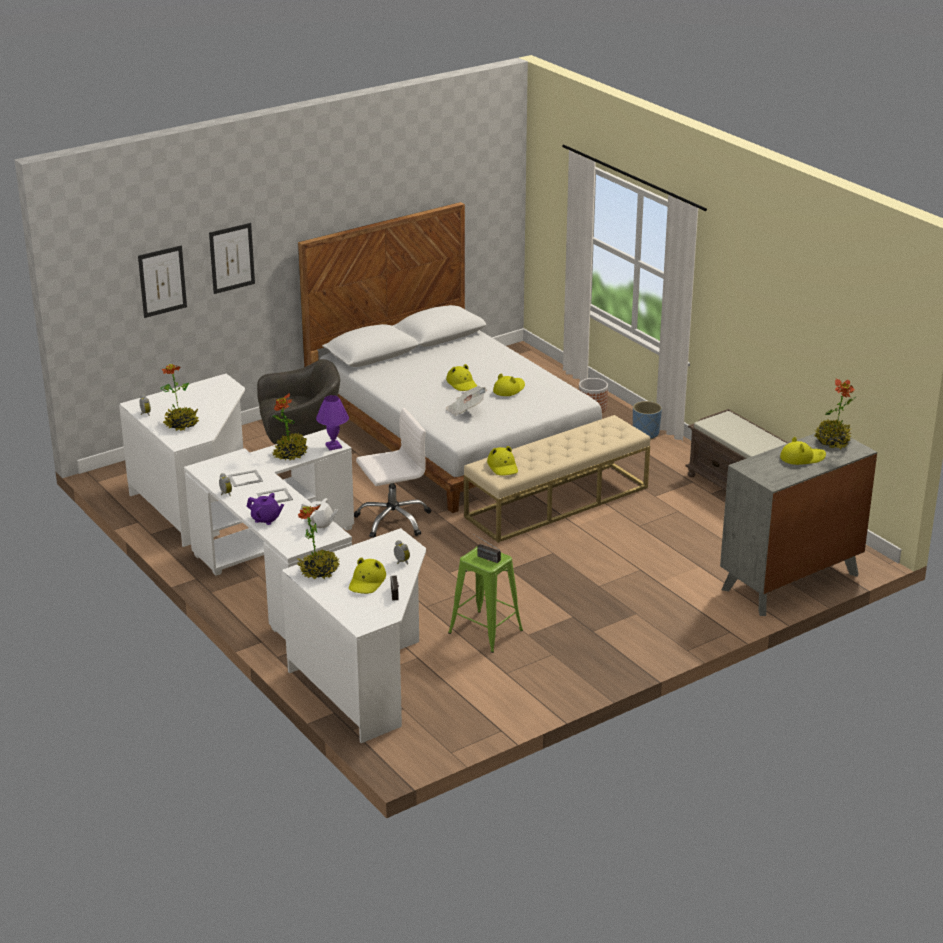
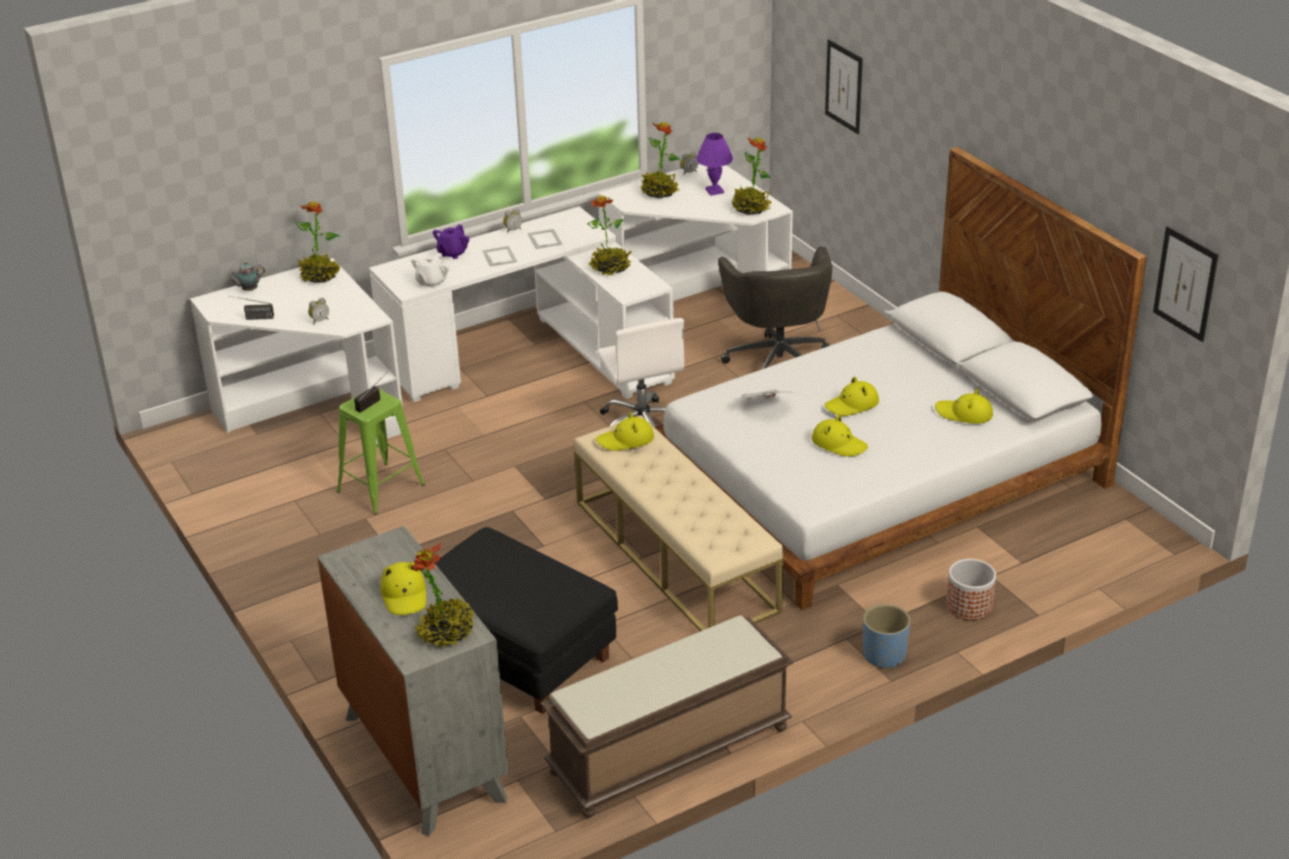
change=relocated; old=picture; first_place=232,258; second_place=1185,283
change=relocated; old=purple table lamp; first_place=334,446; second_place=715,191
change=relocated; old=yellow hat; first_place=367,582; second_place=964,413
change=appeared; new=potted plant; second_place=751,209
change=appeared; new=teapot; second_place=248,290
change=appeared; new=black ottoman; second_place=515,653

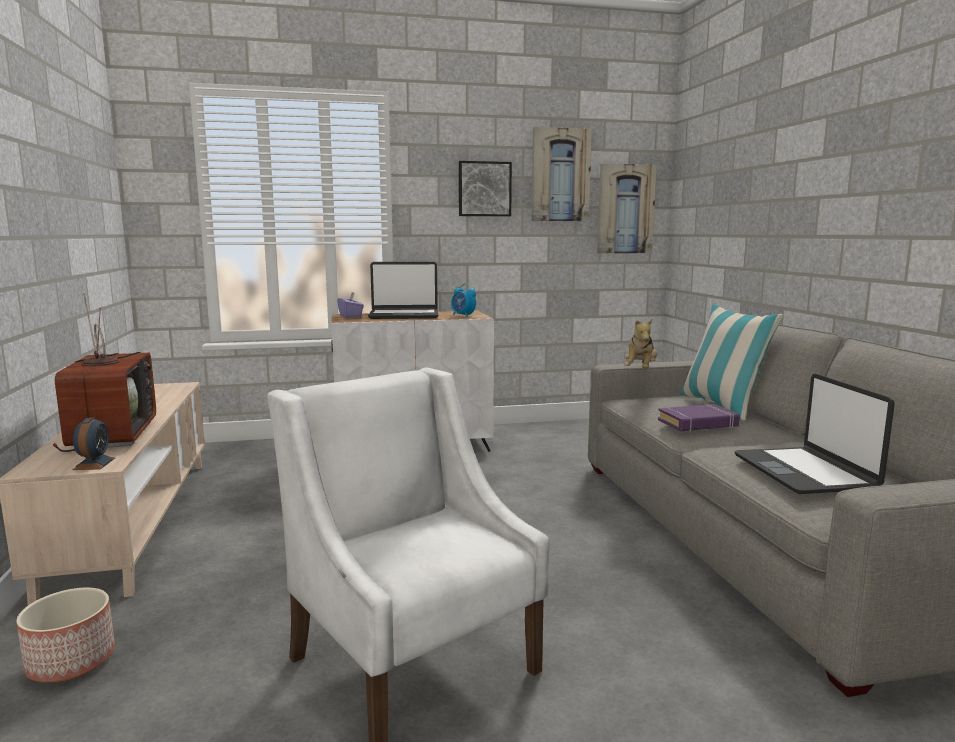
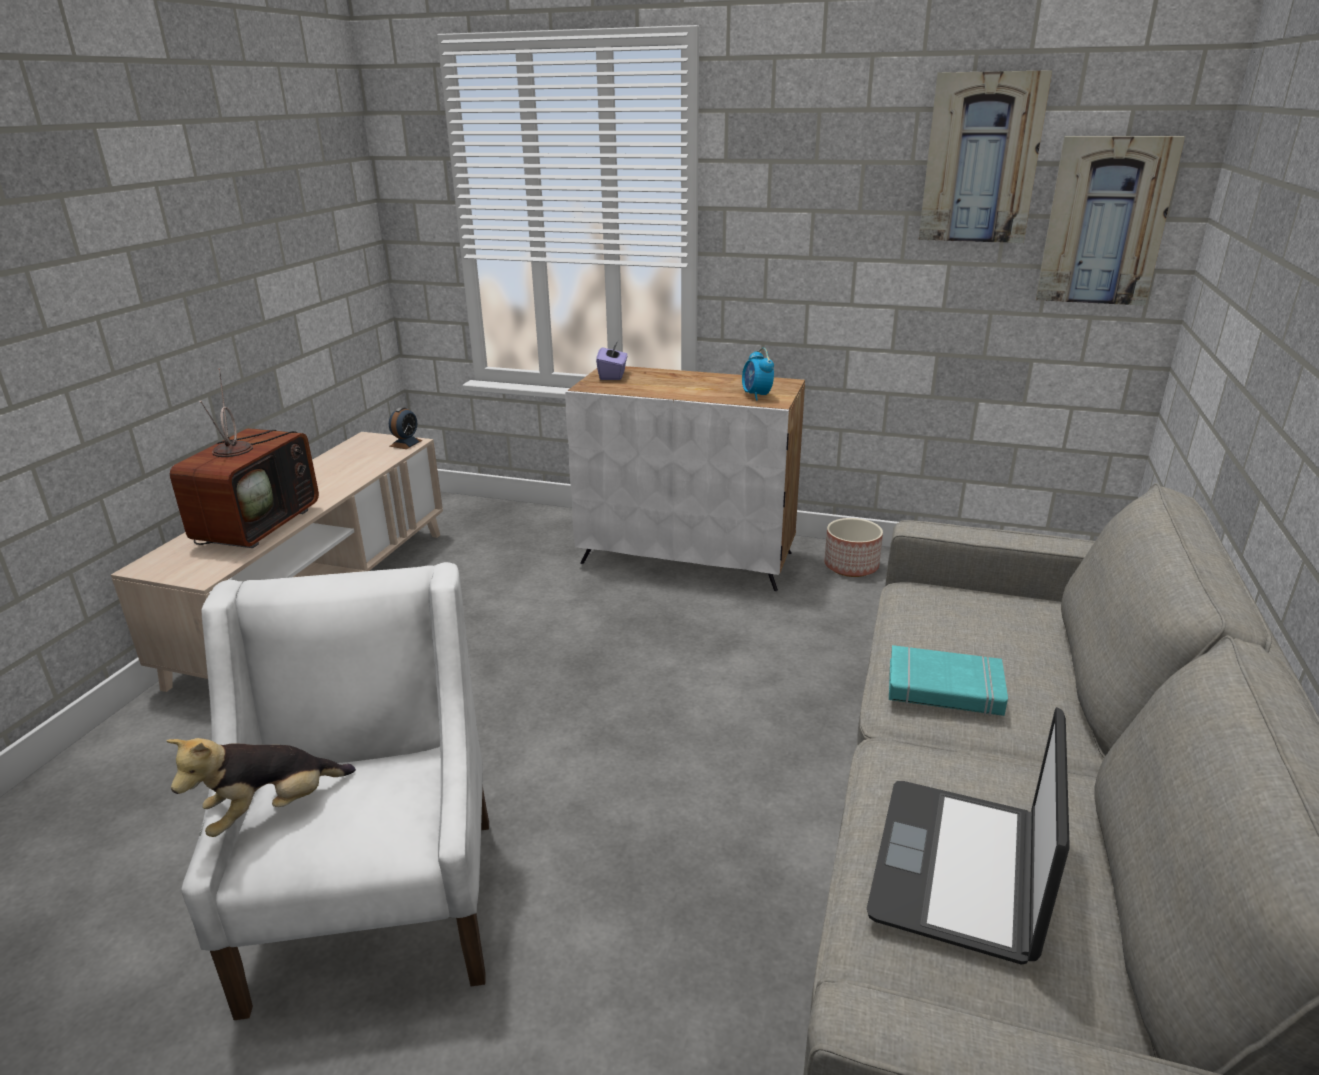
change=missing; old=picture; first_place=484,189
change=missing; old=laptop; first_place=404,315
change=missing; old=pillow; first_place=722,406
change=relocated; old=plush toy; first_place=641,370; second_place=272,810
change=colour; old=purple book; new=turquoise book; first_place=698,423; second_place=944,688
change=relocated; old=alarm clock; first_place=94,464; second_place=406,443
change=relocated; old=planter; first_place=70,661; second_place=850,566

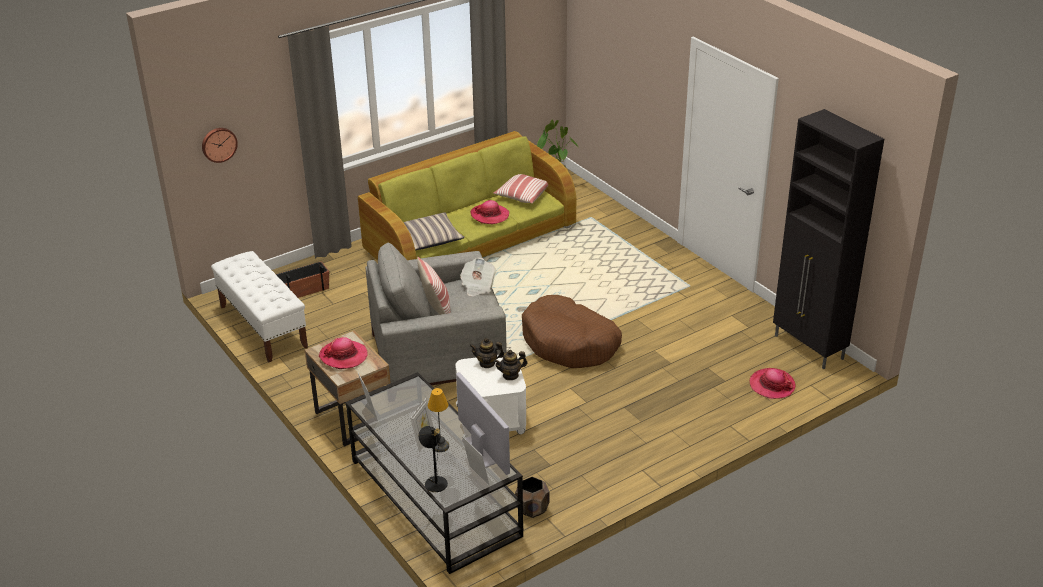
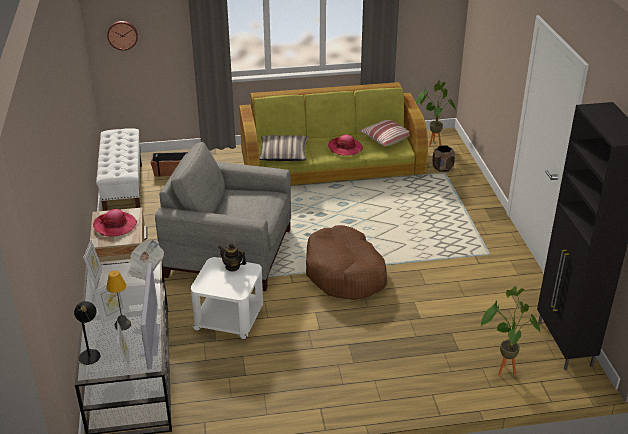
change=missing; old=pillow; first_place=436,308
change=relocated; old=newspaper; first_place=477,286; second_place=145,268
change=missing; old=teapot; first_place=510,375
change=exchanged; old=hat; new=potted plant; first_place=772,385; second_place=501,369
change=relocated; old=brown planter; first_place=532,509; second_place=442,168

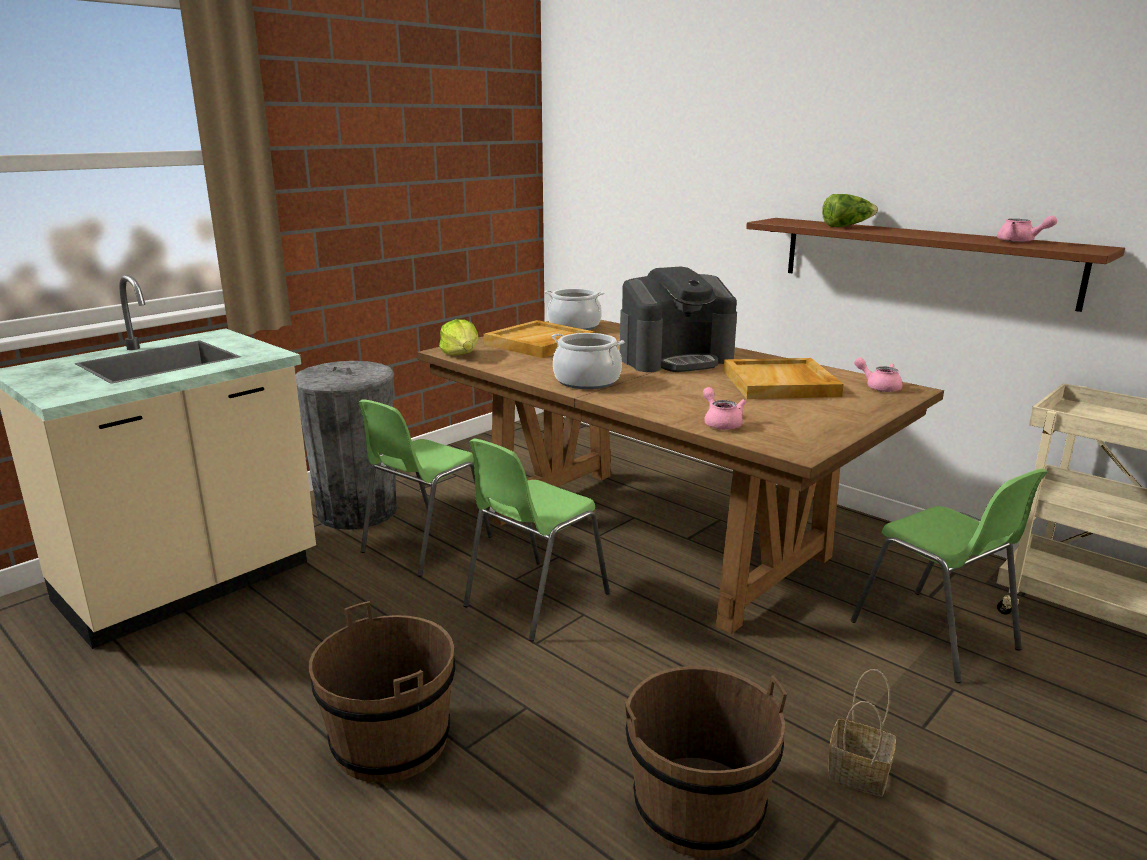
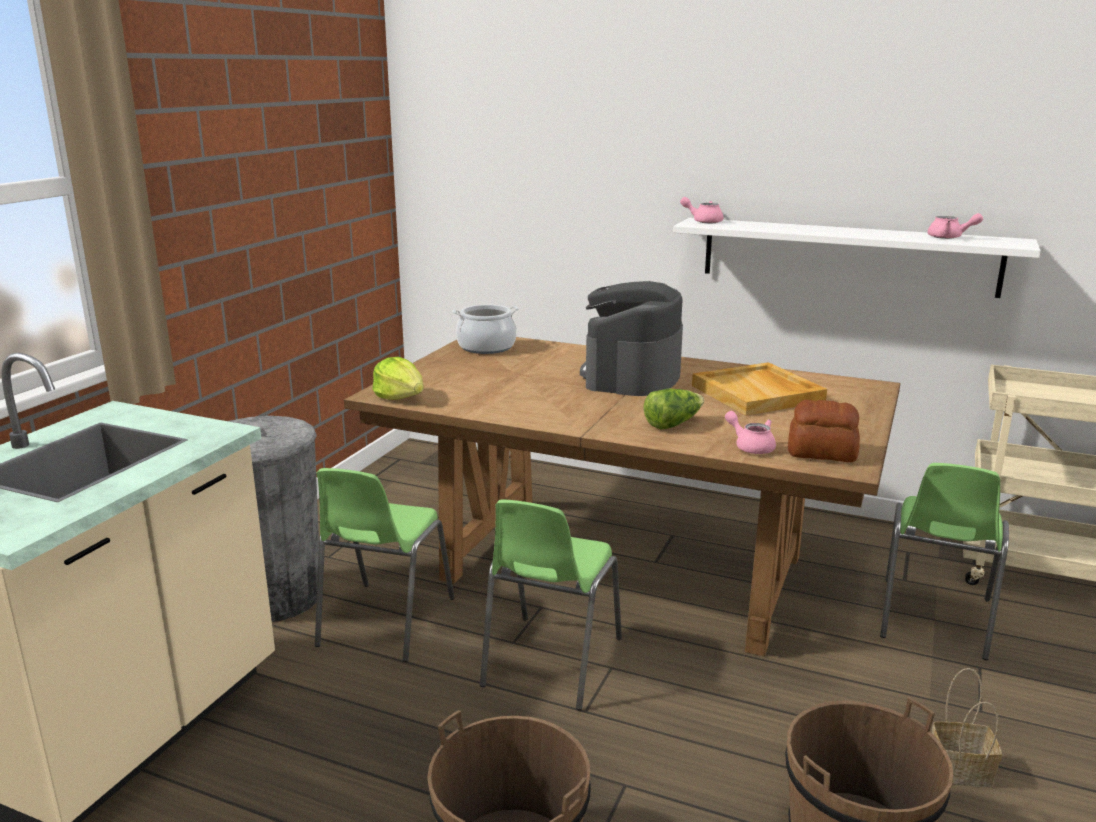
change=relocated; old=lettuce; first_place=847,226; second_place=673,424
change=colour; old=brown shelf; new=white shelf; first_place=923,260; second_place=847,256
change=spun; old=coffee machine; first_place=676,359; second_place=631,376; degrees=150
change=missing; old=beige tray; first_place=539,343
change=missing; old=cooking pot; first_place=587,381
change=relocated; old=pink teapot; first_place=879,387; second_place=703,221
change=spun; old=green chair; first_place=935,636; second_place=933,618; degrees=75
change=appeared; new=bread; second_place=822,453

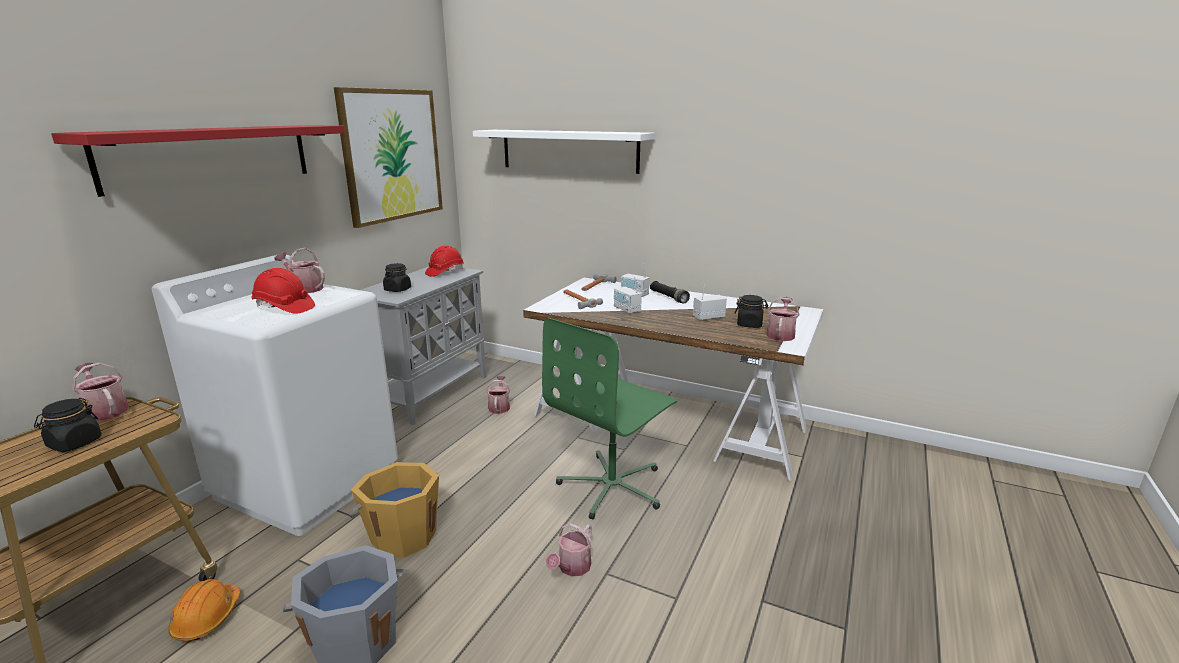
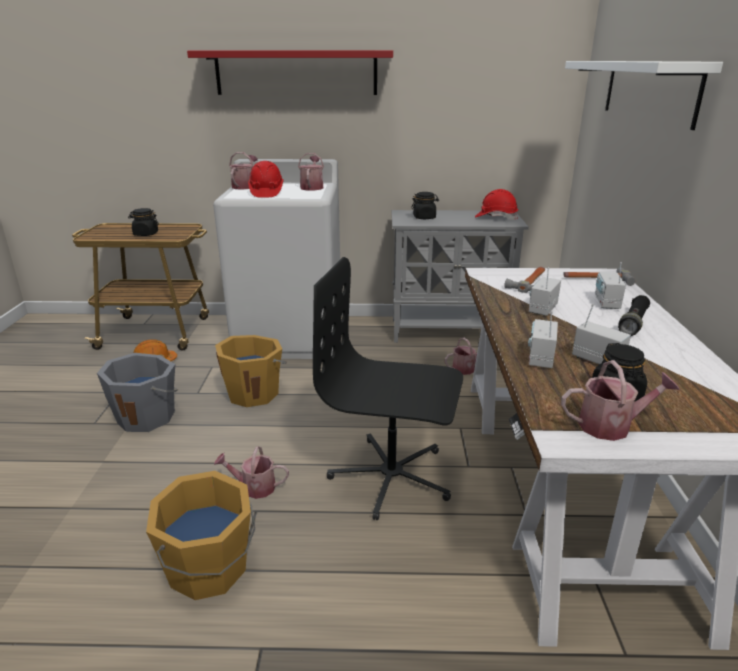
change=missing; old=picture; first_place=392,155
change=colour; old=green office chair; new=black office chair; first_place=613,486; second_place=391,477
change=relocated; old=watering can; first_place=105,410; second_place=245,186
change=appeared; new=radio; second_place=540,358
change=appeared; new=orange bucket; second_place=210,568

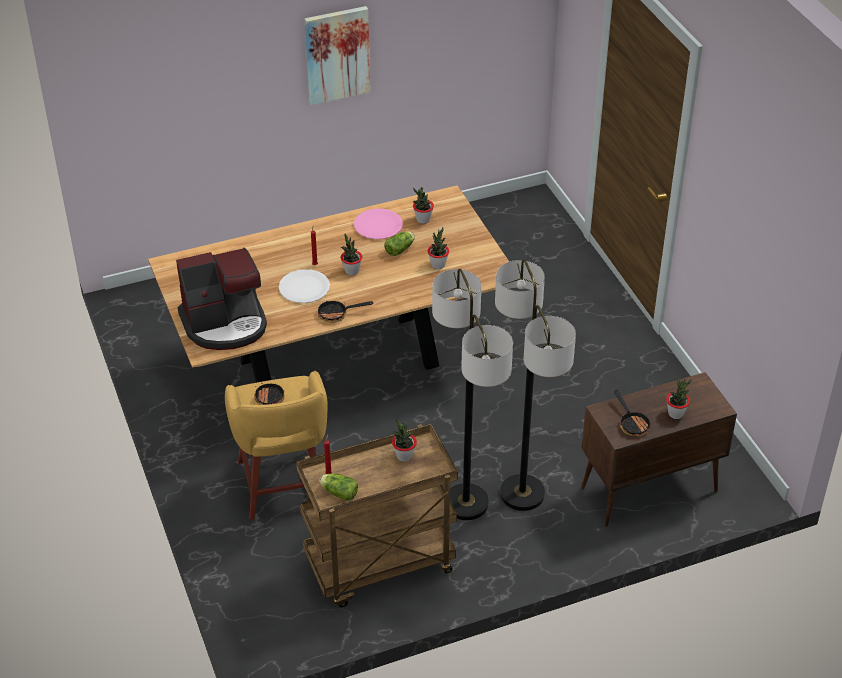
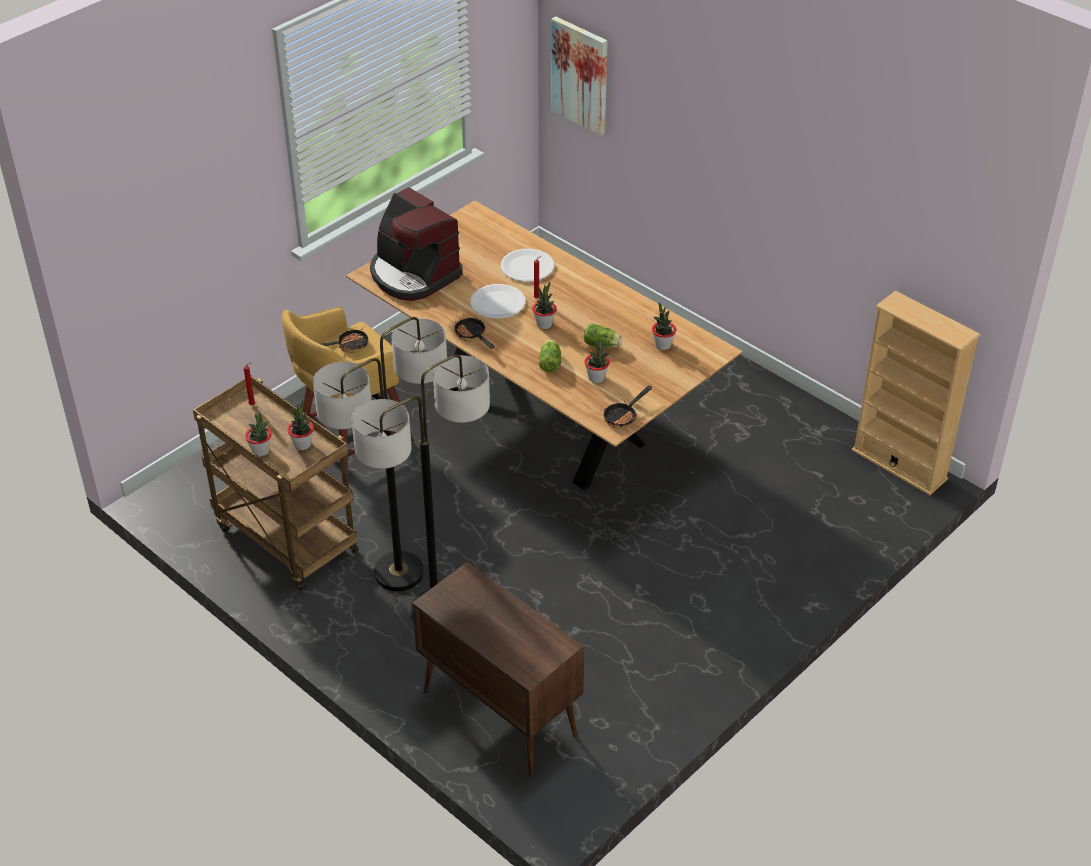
change=relocated; old=picture; first_place=337,54; second_place=580,75
change=missing; old=pink plate; first_place=378,225
change=relocated; old=potted plant; first_place=676,414; second_place=261,451
change=relocated; old=frying pan; first_place=632,423; second_place=623,416
change=relocated; old=lettuce; first_place=338,492; second_place=550,362
change=appeared; new=white plate; second_place=527,267
change=appeared; new=beige bookcase; second_place=899,464

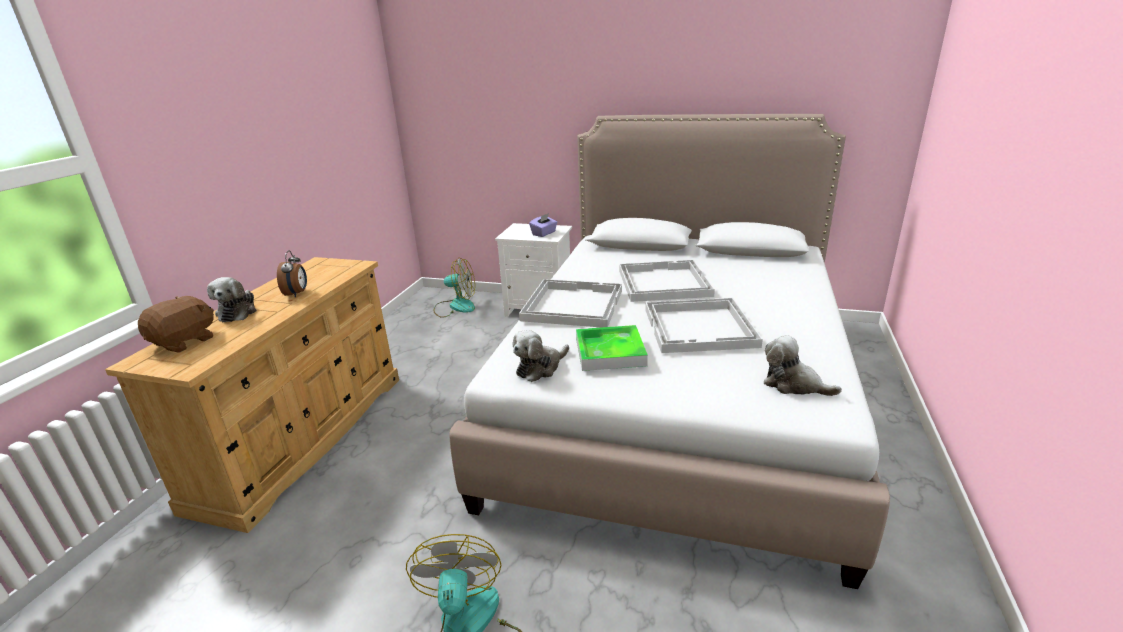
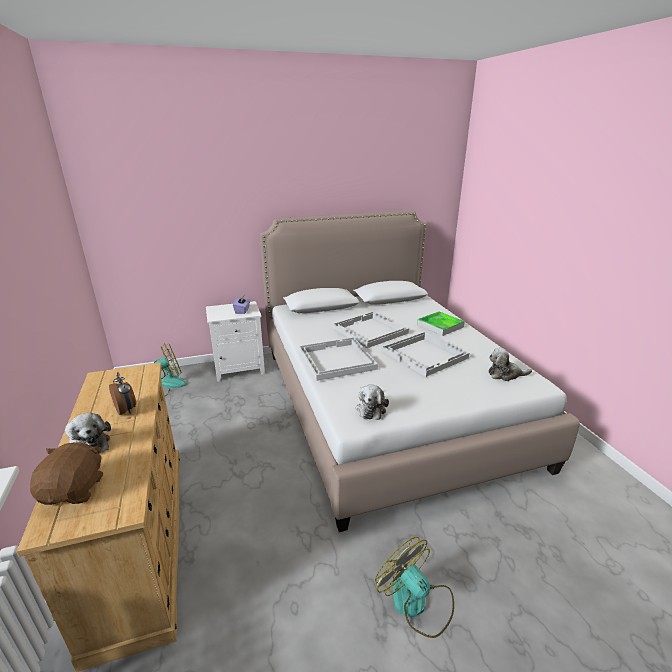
change=relocated; old=tray; first_place=610,352; second_place=440,326

